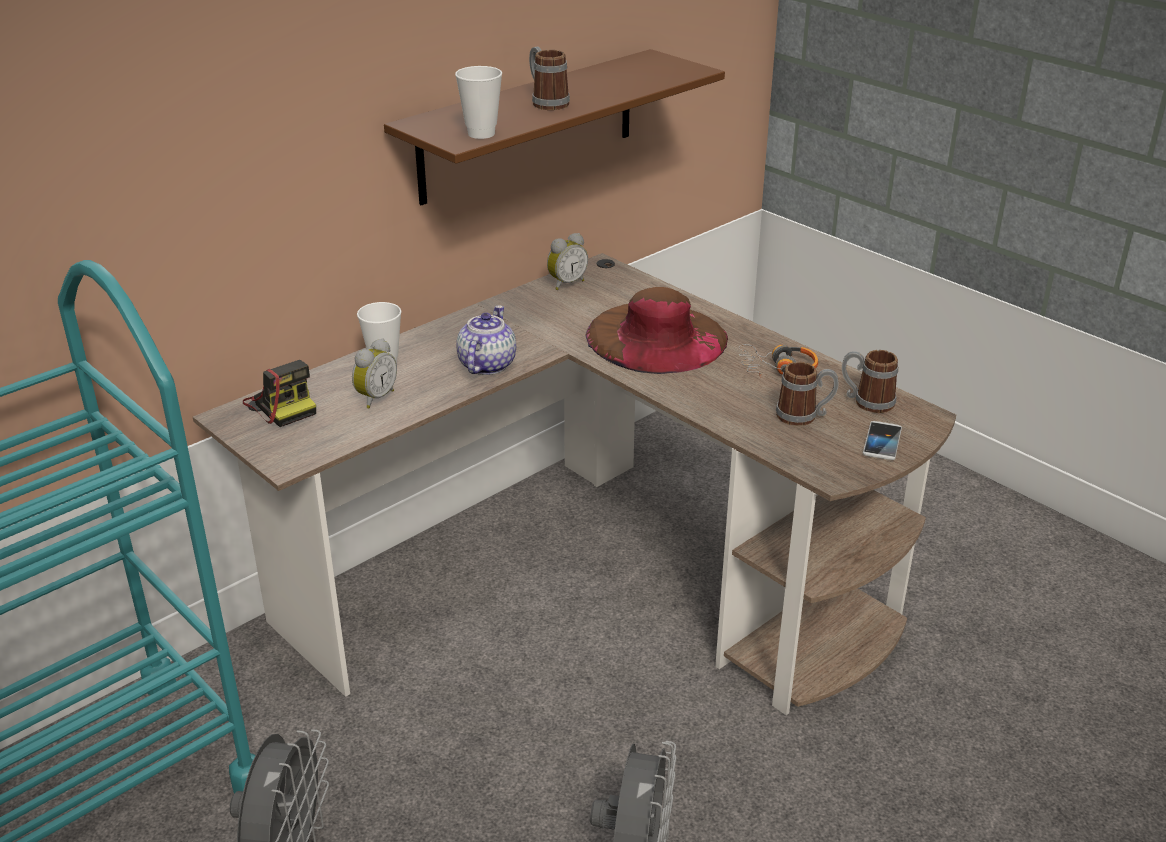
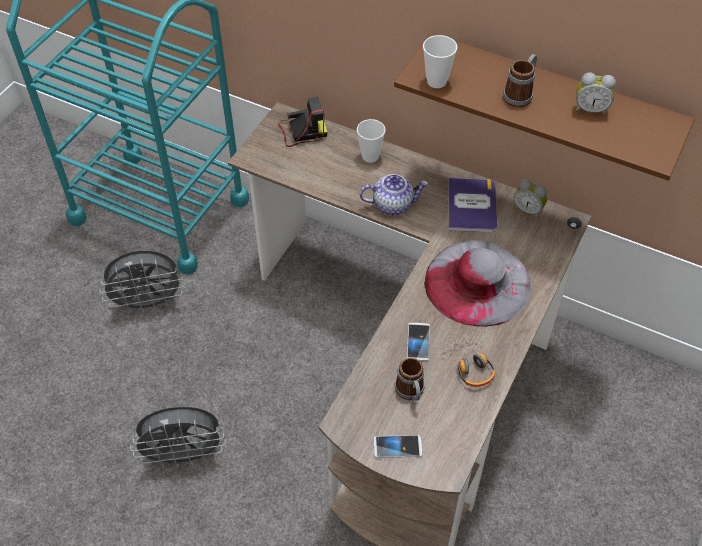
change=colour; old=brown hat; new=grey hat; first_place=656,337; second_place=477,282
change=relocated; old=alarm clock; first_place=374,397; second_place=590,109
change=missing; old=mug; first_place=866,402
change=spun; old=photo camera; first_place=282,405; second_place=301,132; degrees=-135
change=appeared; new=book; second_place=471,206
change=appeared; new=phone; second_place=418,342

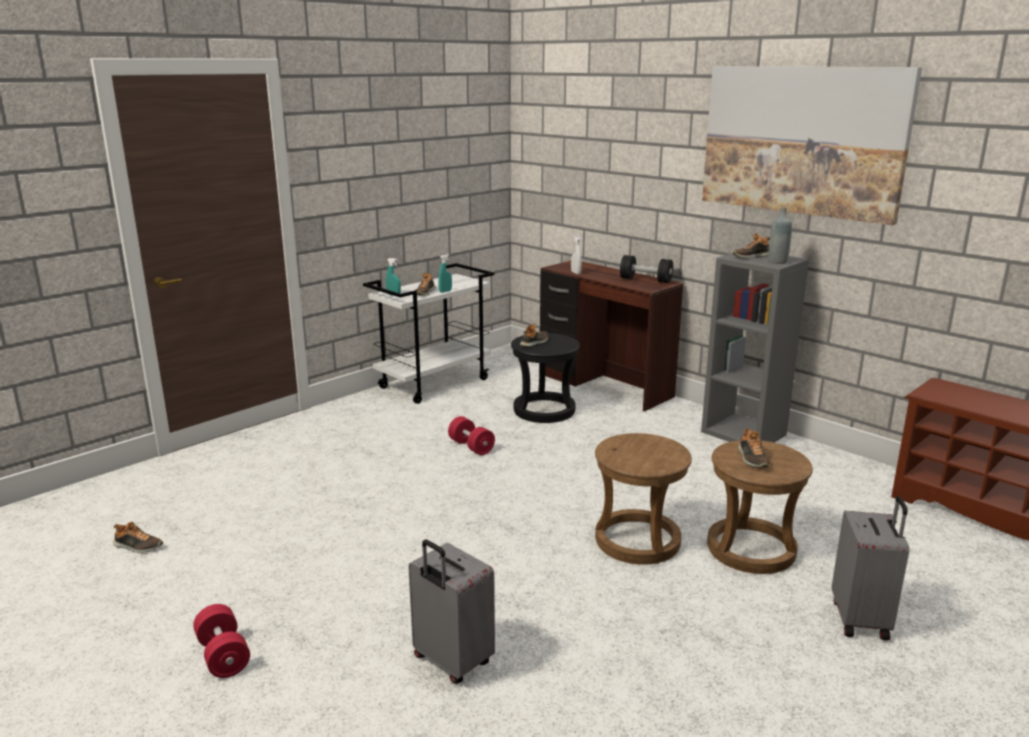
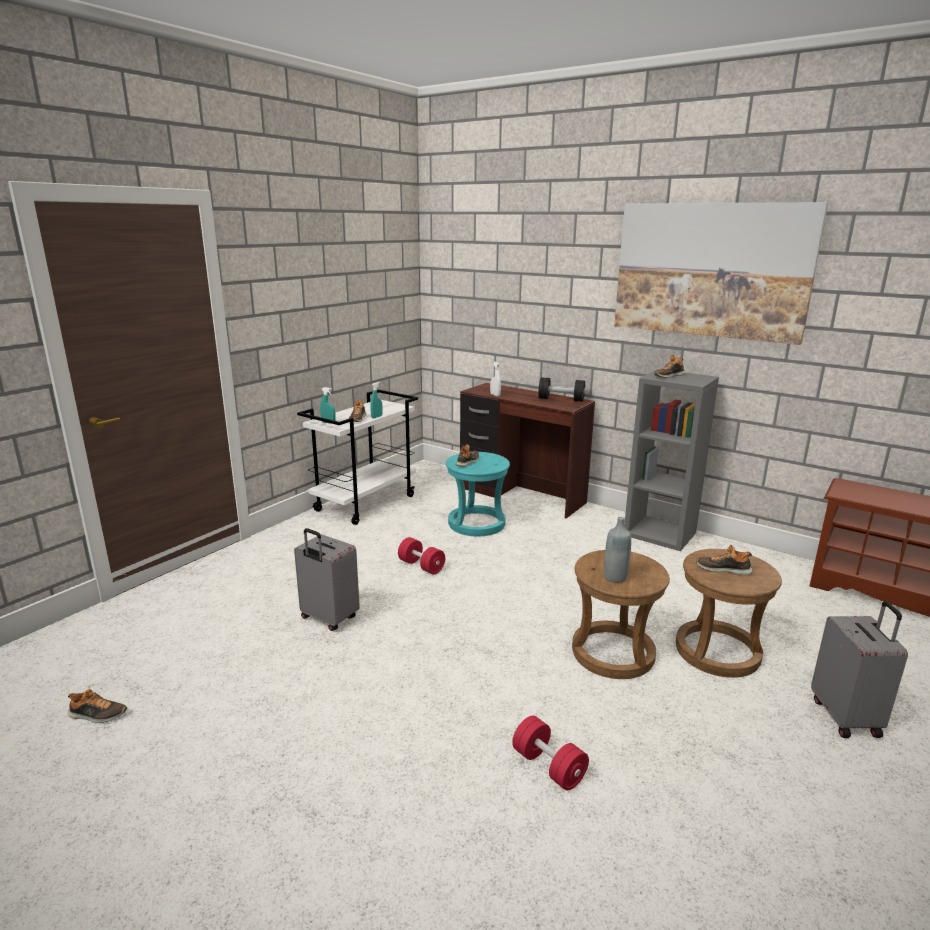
change=relocated; old=grey bottle; first_place=777,262; second_place=615,577
change=colour; old=black stool; new=turquoise stool; first_place=544,410; second_place=476,523
change=spun; old=shoe; first_place=752,459; second_place=723,569; degrees=120
change=relocated; old=grey suitcase; first_place=451,662; second_place=328,618
change=relocated; old=red dumbbell; first_place=223,655; second_place=548,766

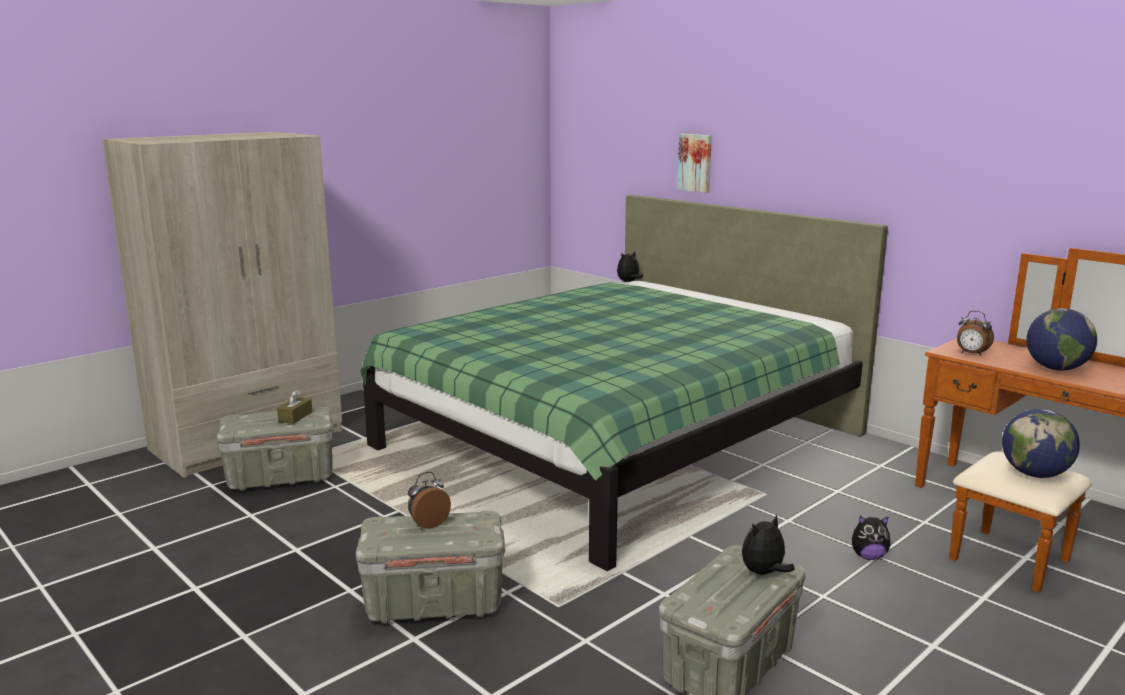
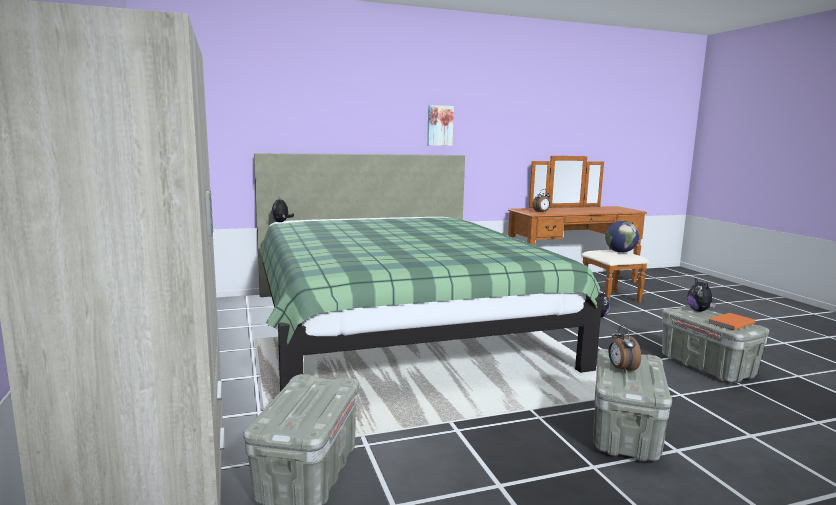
change=relocated; old=picture; first_place=695,162; second_place=439,125
change=missing; old=globe; first_place=1056,369
change=missing; old=brown tissue box; first_place=295,417
change=appeared; new=orange book; second_place=729,323

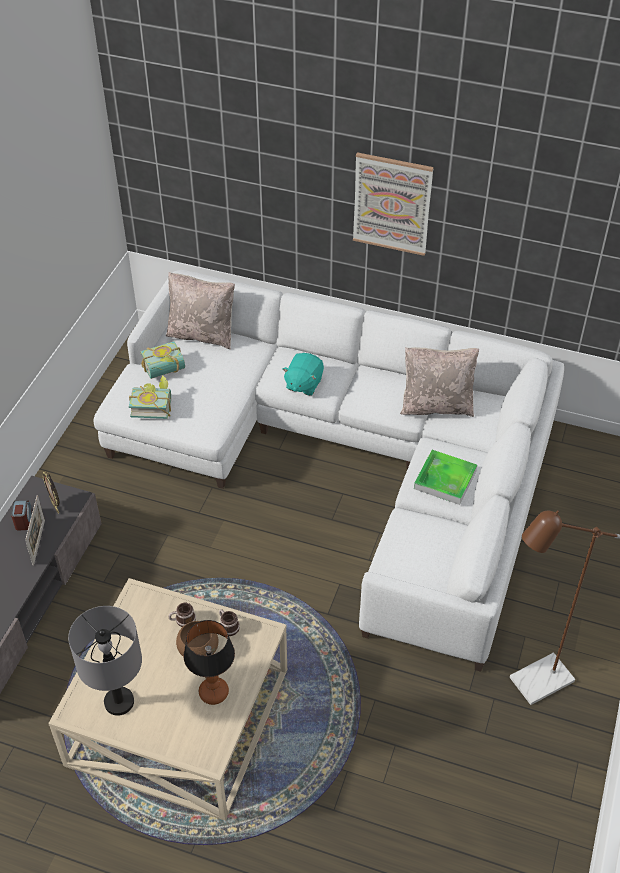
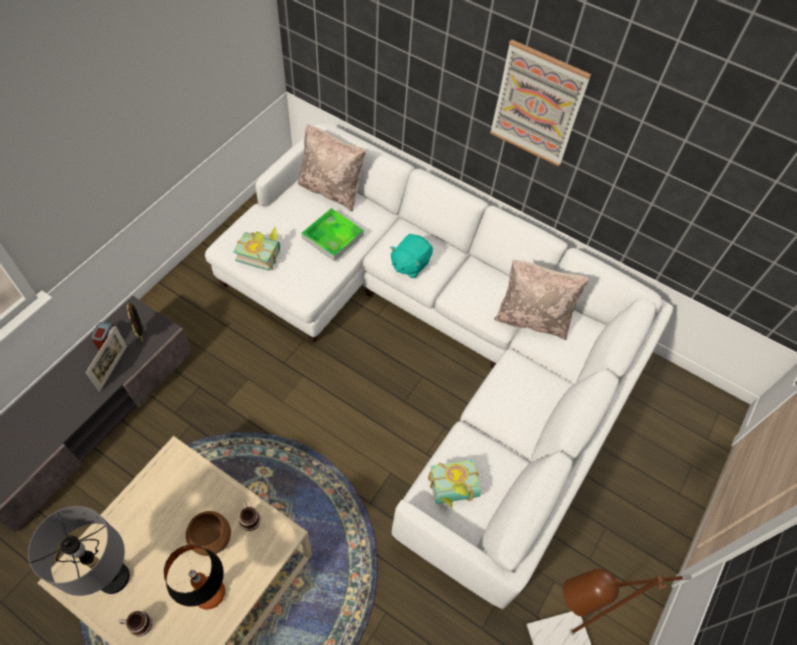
change=relocated; old=book; first_place=165,371; second_place=454,491
change=relocated; old=tray; first_place=445,479; second_place=332,237
change=relocated; old=mug; first_place=182,620; second_place=137,624

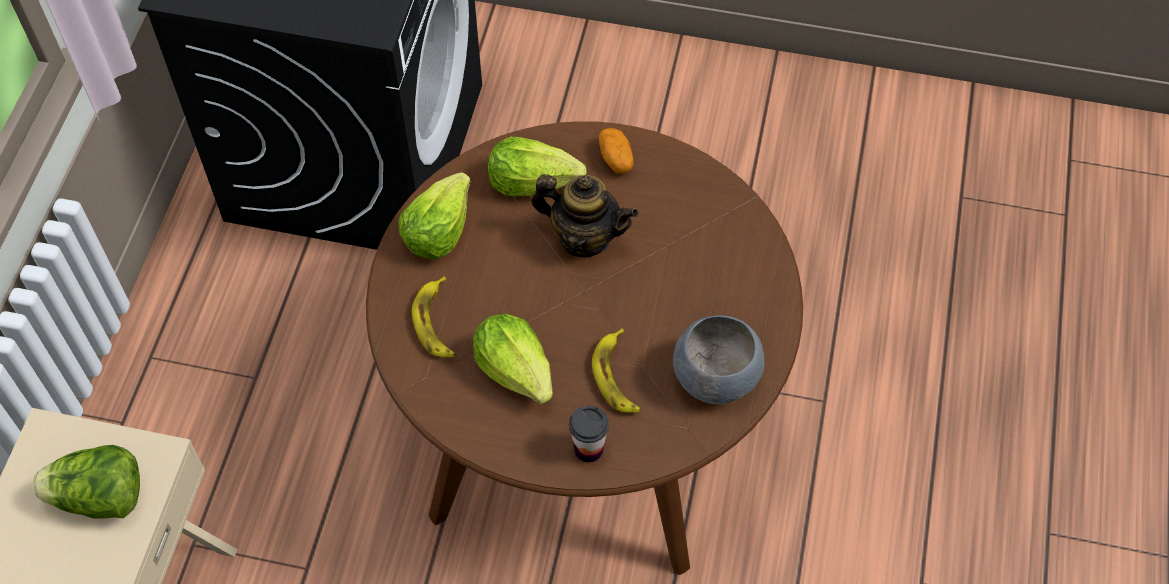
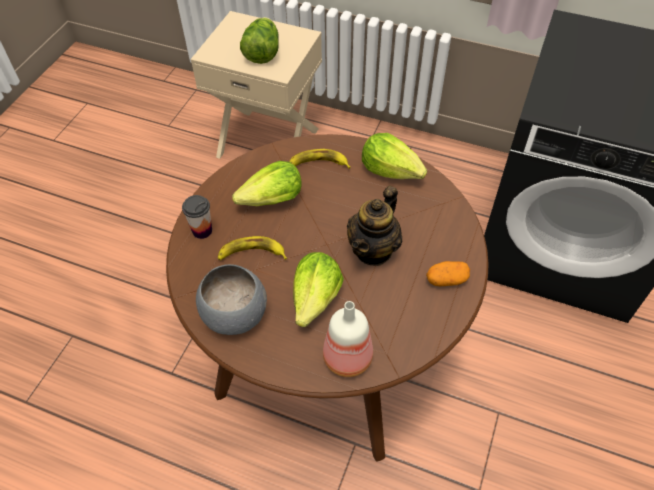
change=relocated; old=lettuce; first_place=532,181; second_place=316,299
change=appeared; new=bottle; second_place=346,356

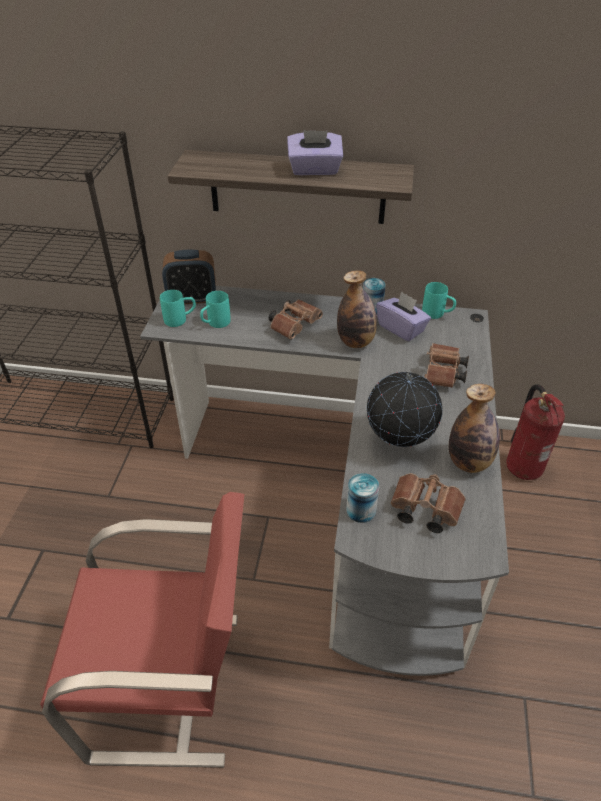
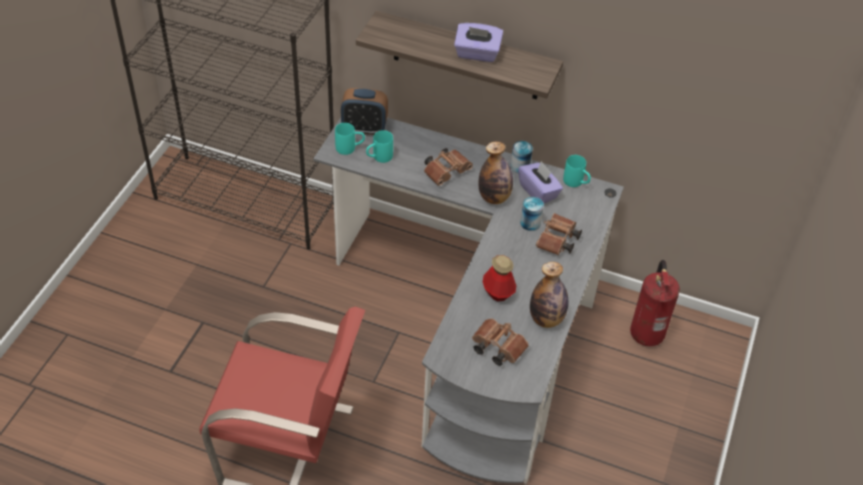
change=exchanged; old=globe; new=bottle; first_place=399,442; second_place=498,292
change=relocated; old=can; first_place=361,510; second_place=530,223

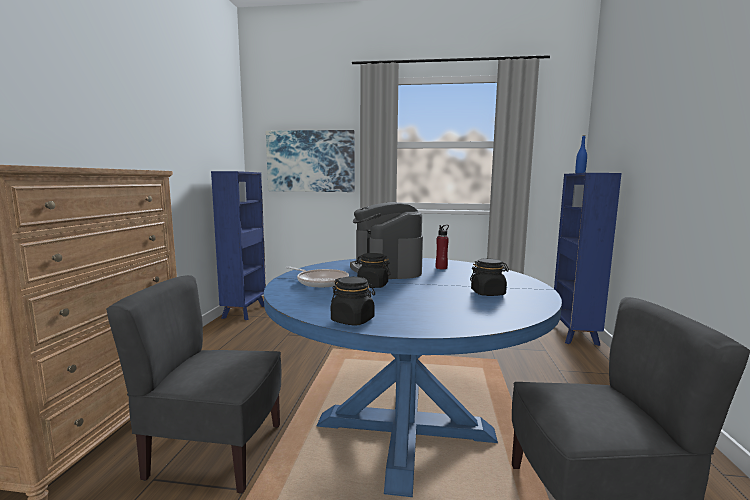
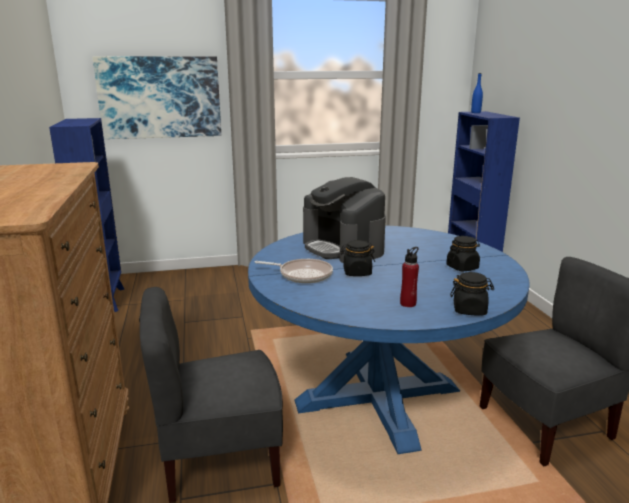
change=relocated; old=red bottle; first_place=441,268; second_place=408,303
change=relocated; old=black jar; first_place=353,320; second_place=469,310

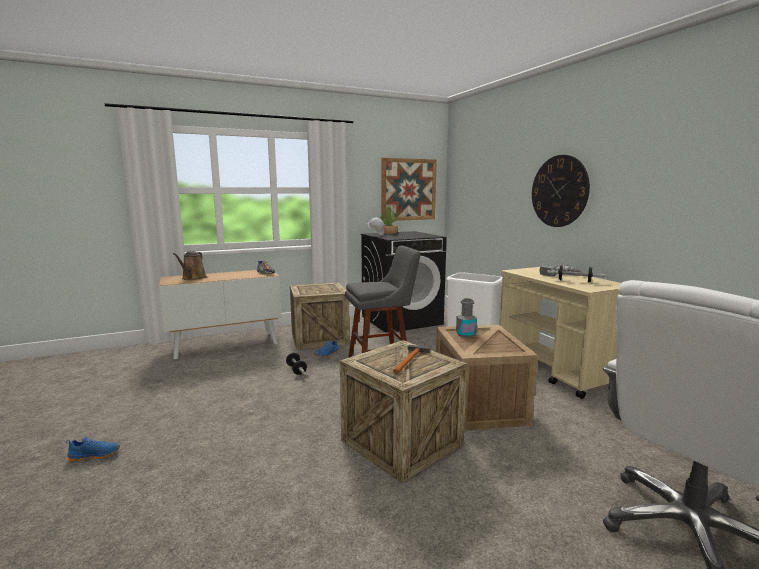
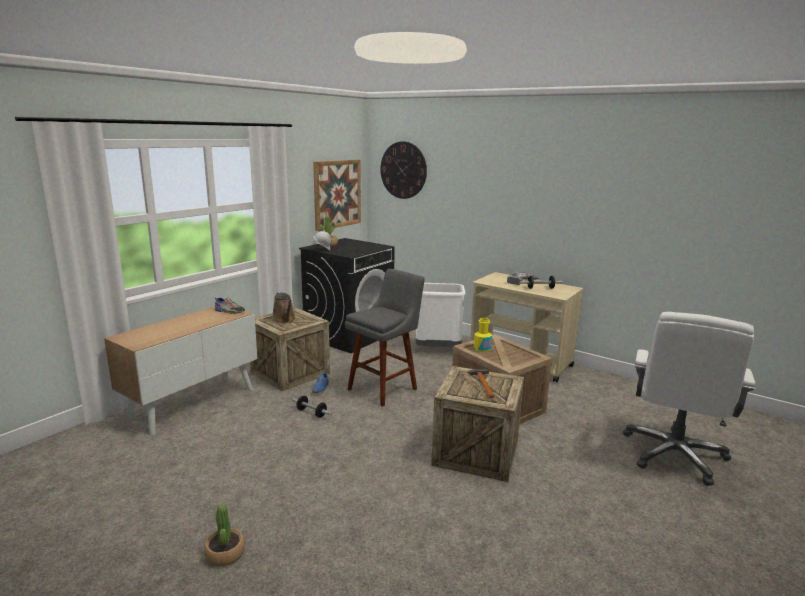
change=relocated; old=wall clock; first_place=559,191; second_place=403,170
change=relocated; old=brown watering can; first_place=193,278; second_place=284,320
change=colour; old=grey bottle; new=yellow bottle; first_place=465,334; second_place=482,349
change=exchanged; old=blue shoe; new=potted plant; first_place=95,455; second_place=225,553

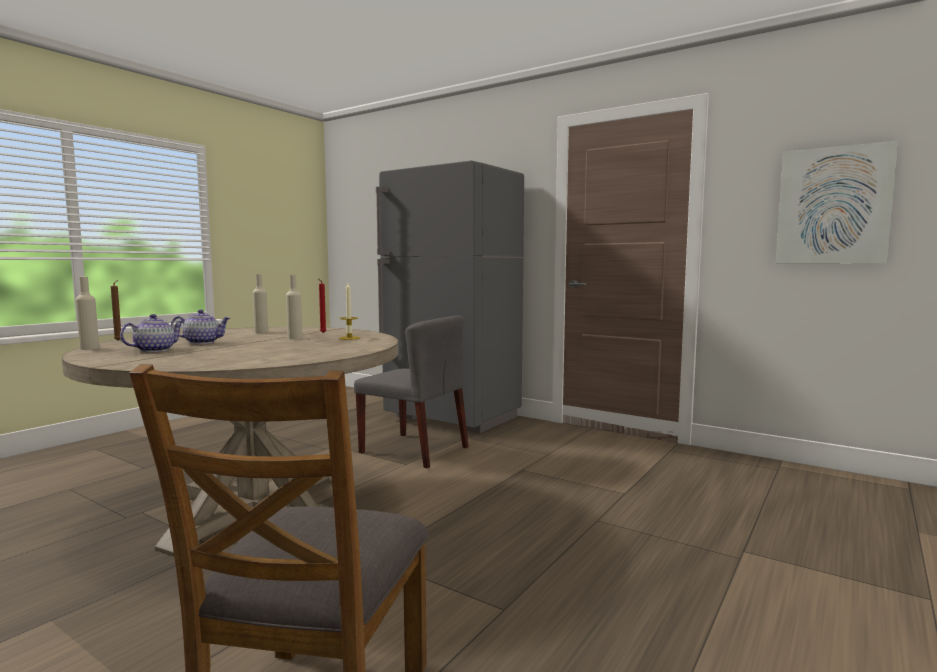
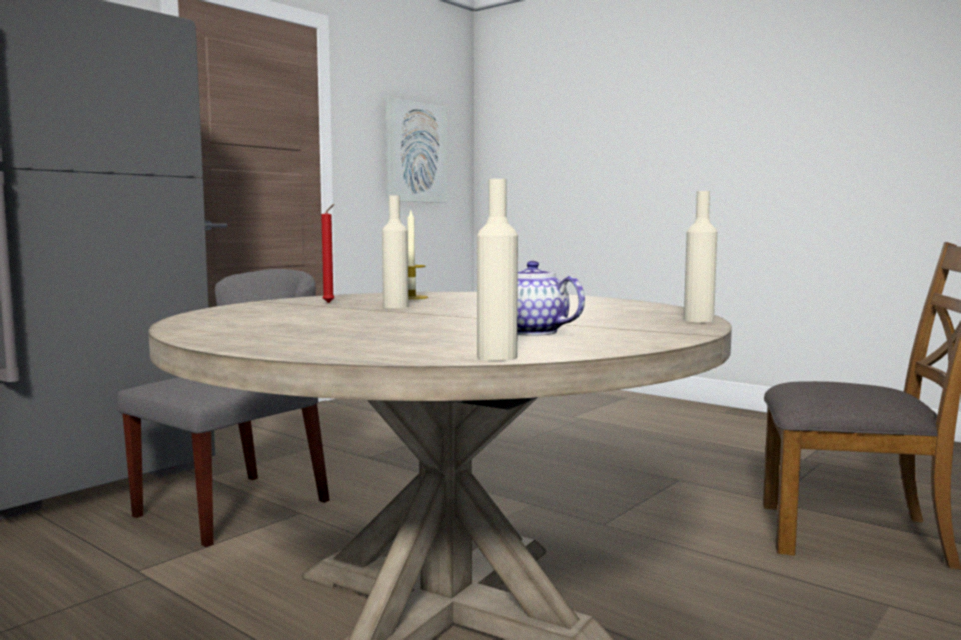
change=relocated; old=beige bottle; first_place=261,331; second_place=698,320
change=missing; old=brown candle; first_place=119,340
change=missing; old=teapot; first_place=202,342

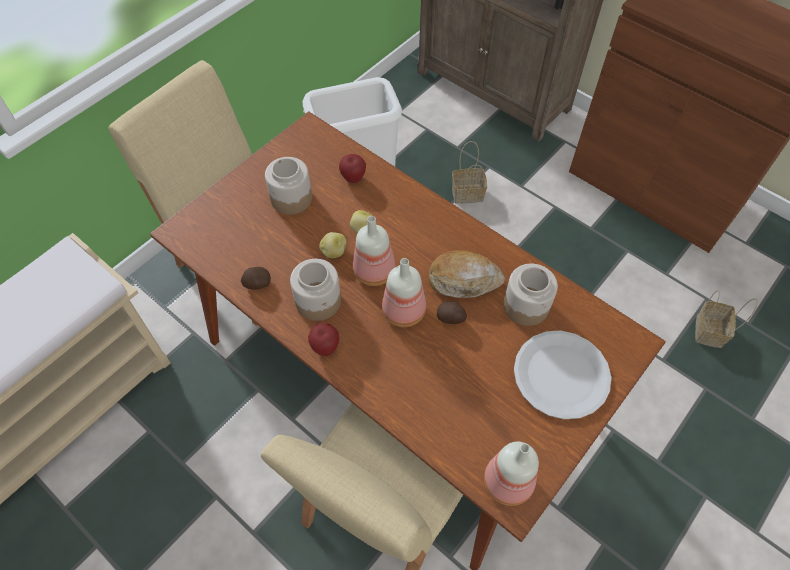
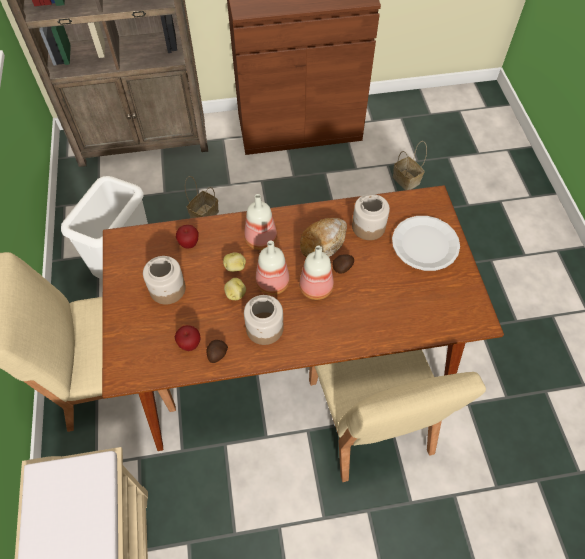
change=relocated; old=apple; first_place=325,348; second_place=190,344
change=relocated; old=bottle; first_place=508,484; second_place=262,240

